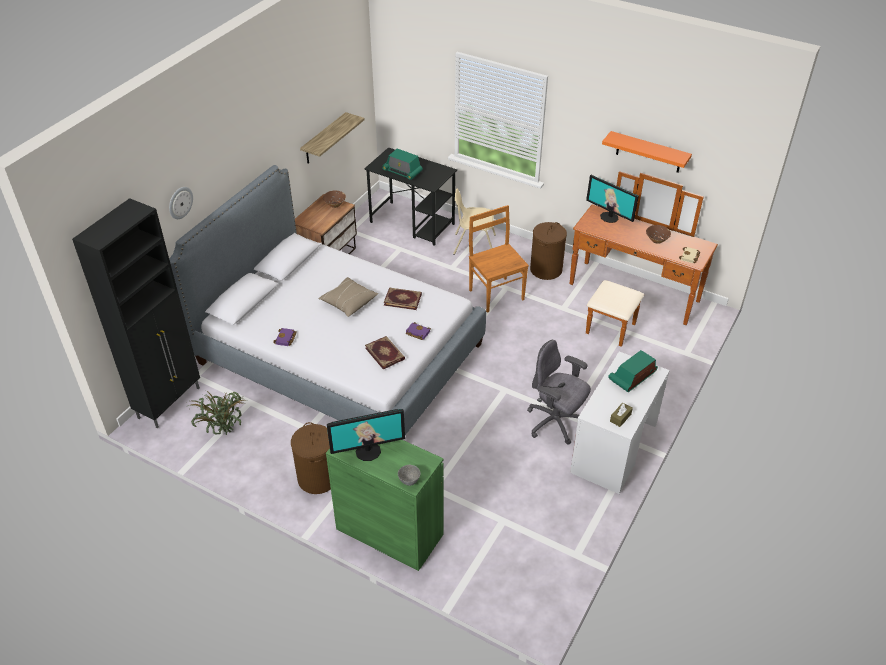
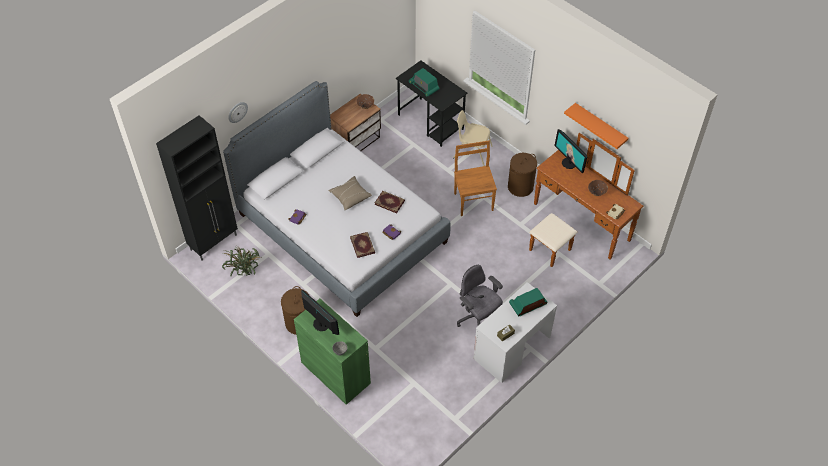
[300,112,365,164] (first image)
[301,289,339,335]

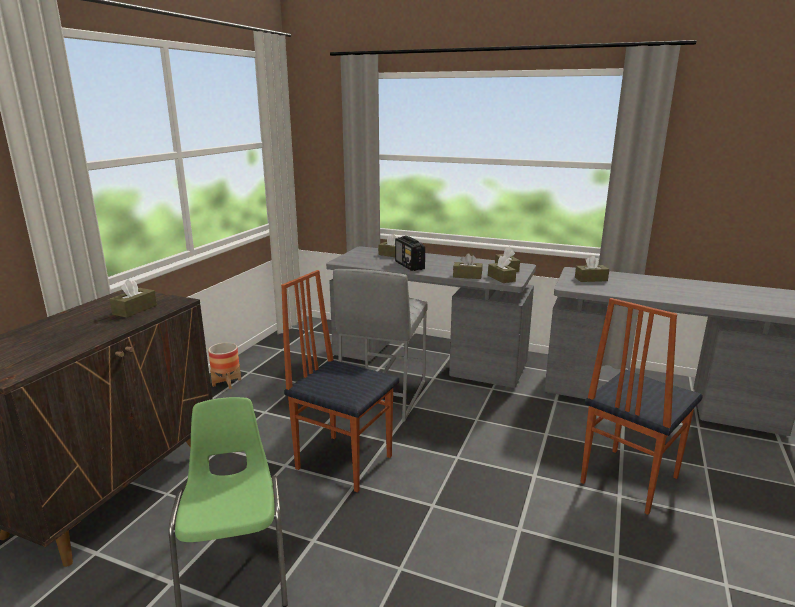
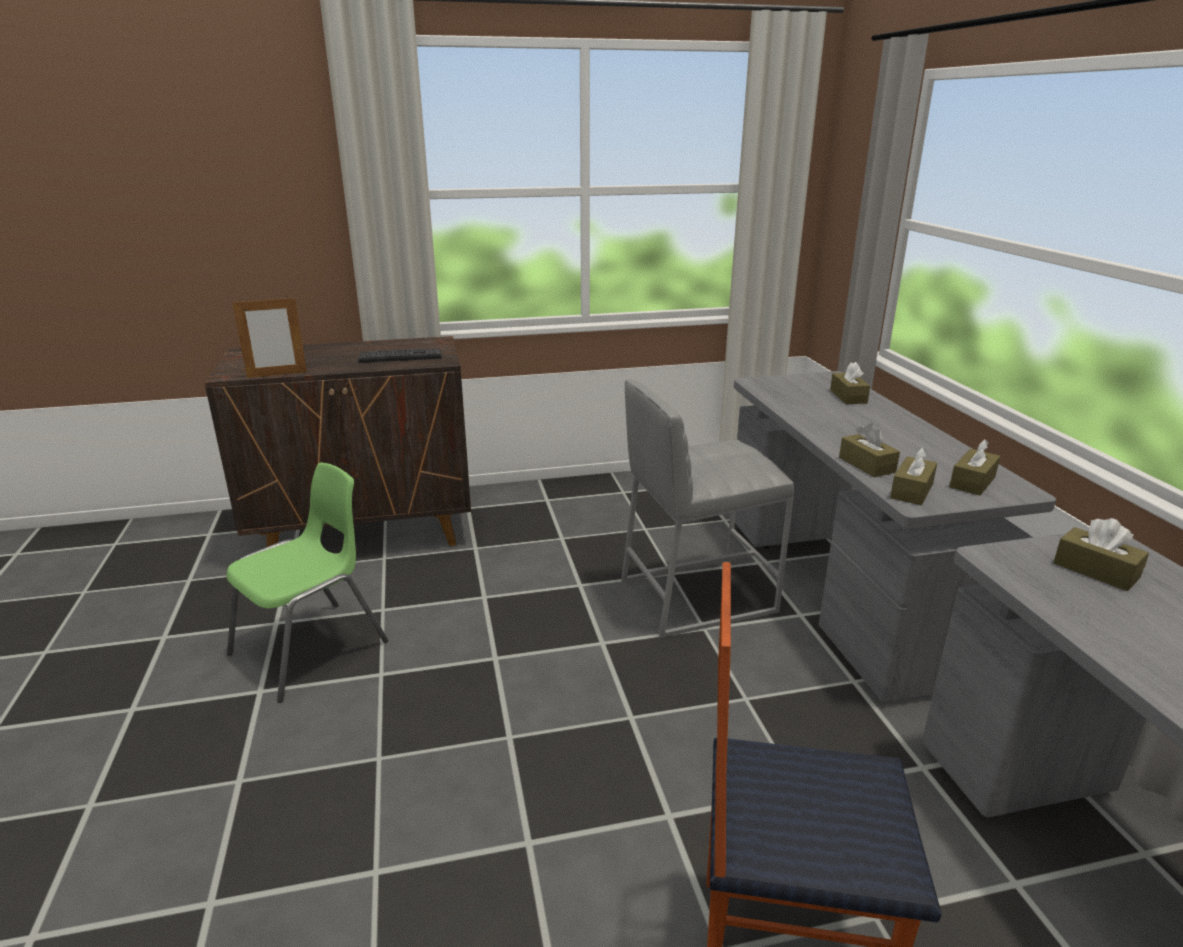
[395,236,425,271] (first image)
[281,270,399,493] (first image)
[358,348,442,363]
[208,342,241,389] (first image)
[232,297,307,378]

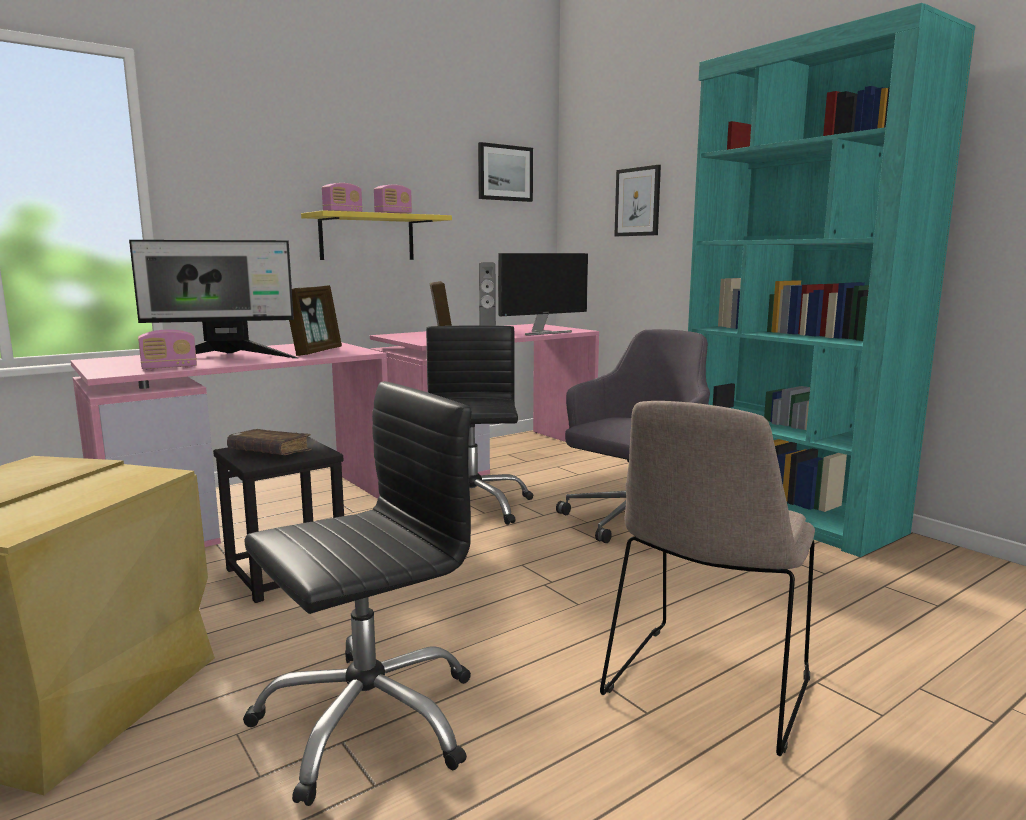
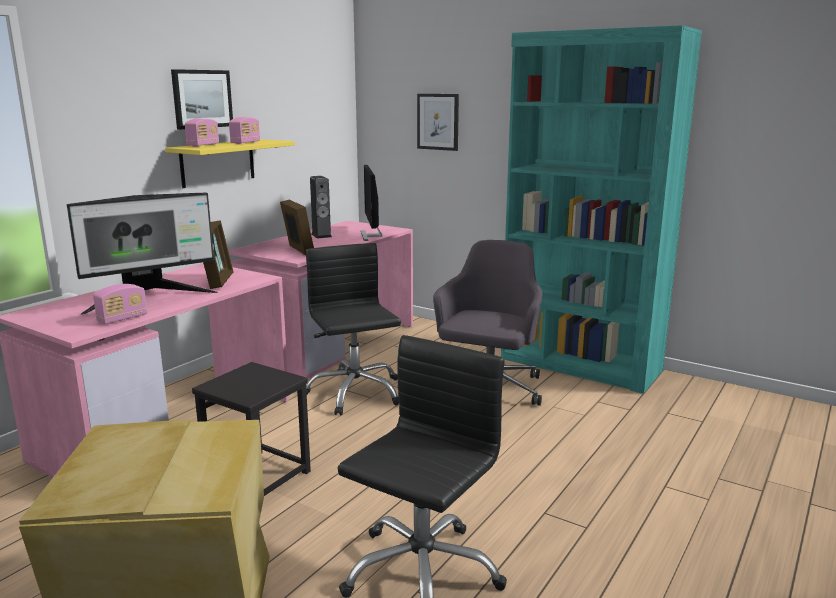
[171,69,233,130]
[361,165,382,241]
[600,401,815,756] (first image)
[227,429,312,455] (first image)

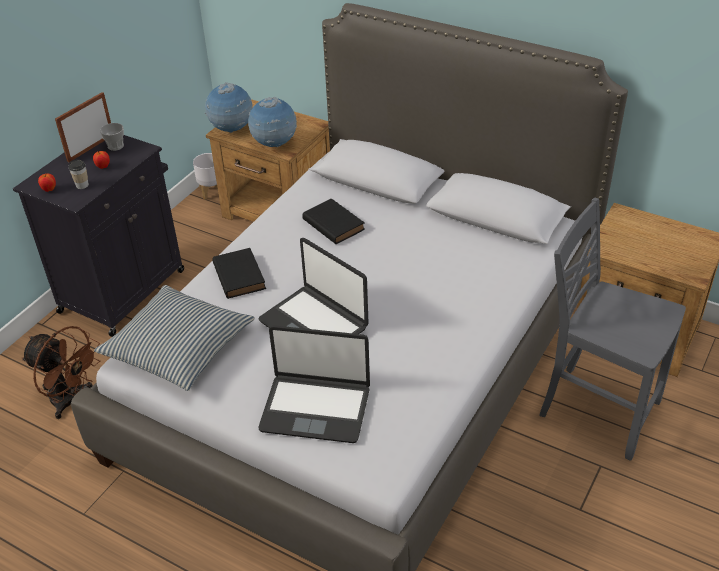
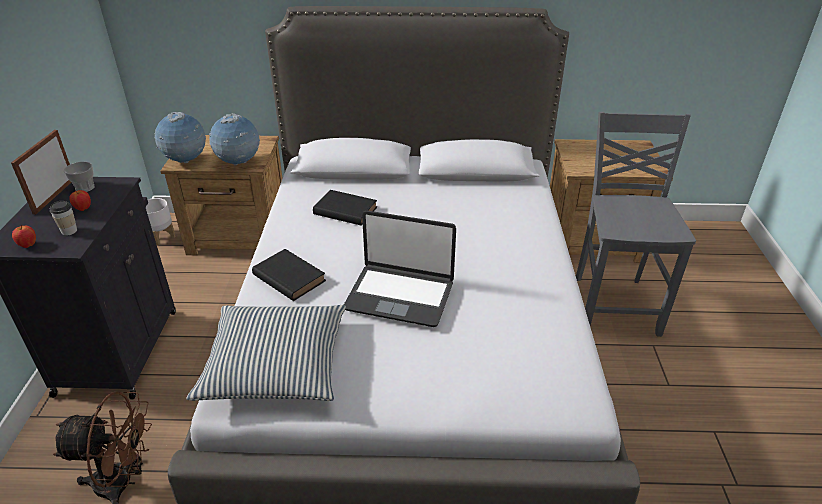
[576,112,696,337]
[259,325,370,443] (first image)

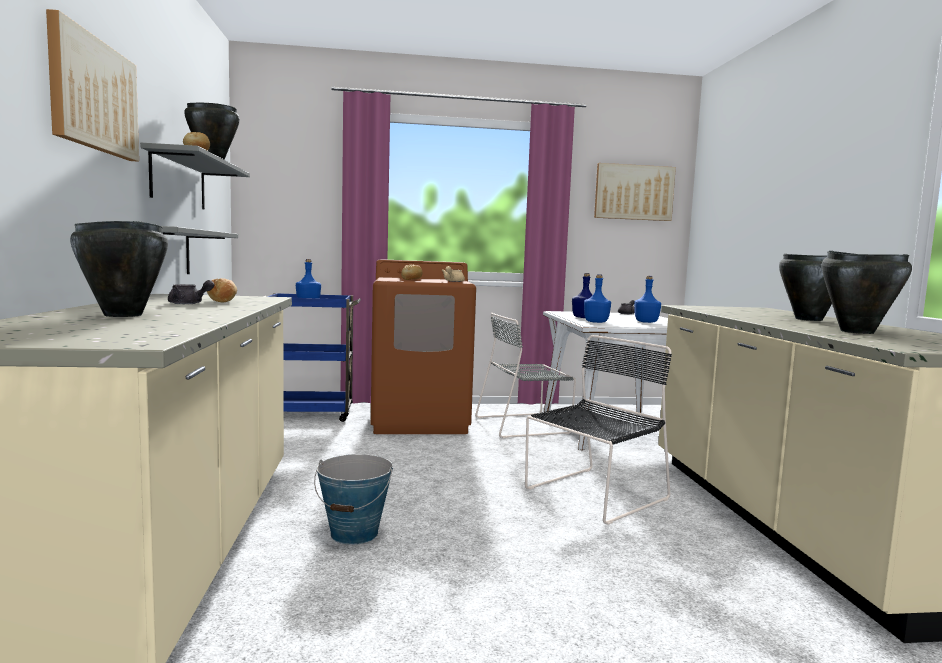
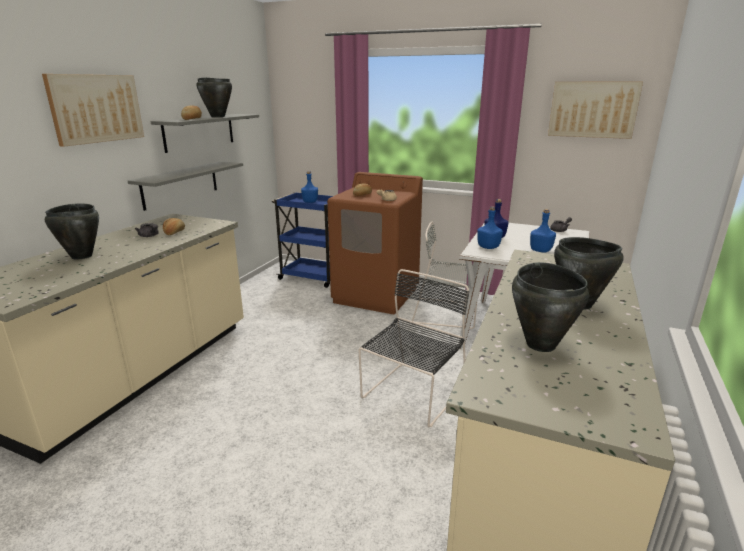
[358,269,469,427]
[314,454,393,545] (first image)

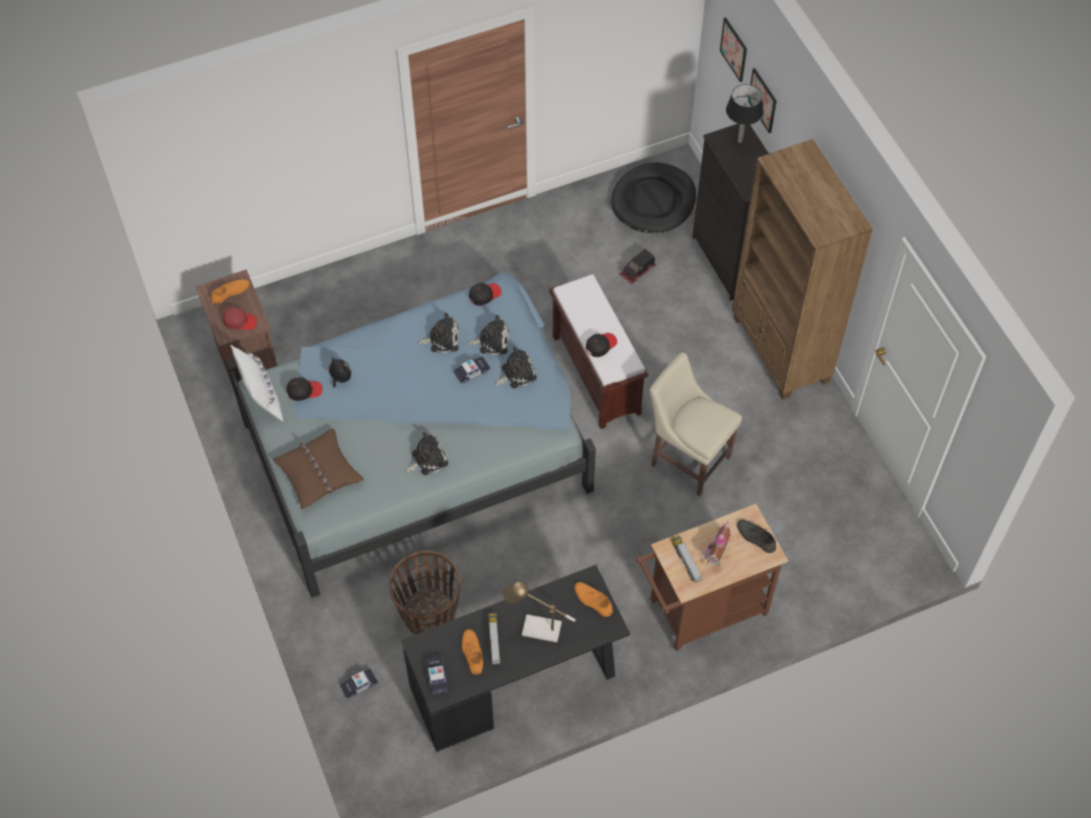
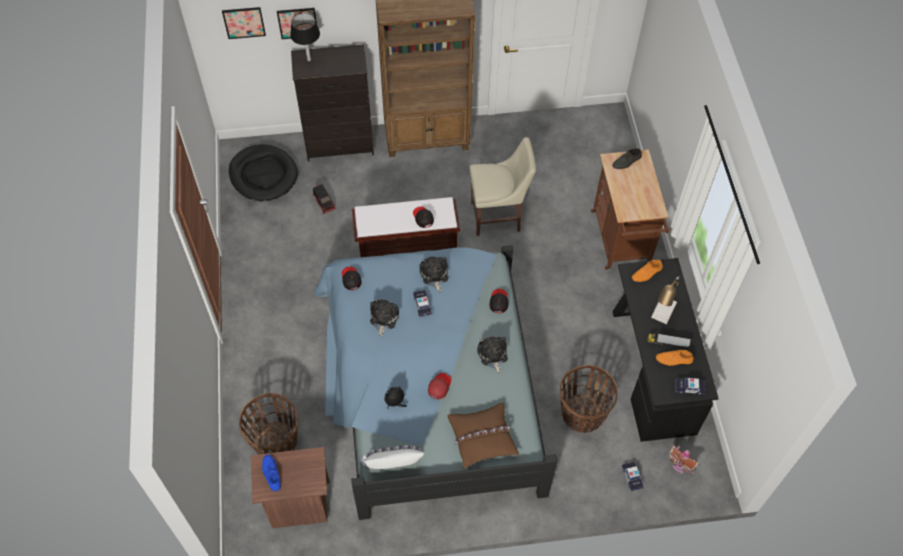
[262,455,281,492]
[428,373,451,399]
[467,315,509,356] (first image)
[469,137,536,236]
[490,289,508,313]
[669,444,701,474]
[672,535,702,583] (first image)
[239,393,298,454]

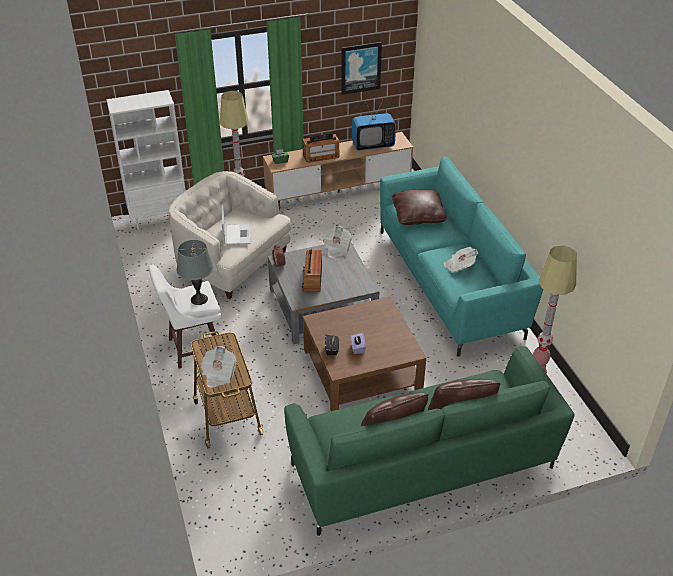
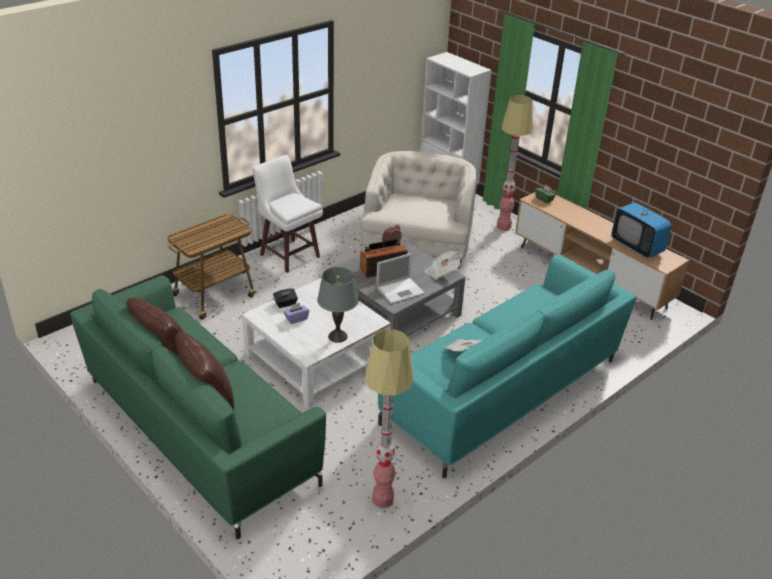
[341,42,382,95] (first image)
[303,133,339,163] (first image)
[392,190,447,225] (first image)
[376,253,425,304]
[317,267,359,343]
[242,278,391,409]
[201,346,237,388] (first image)

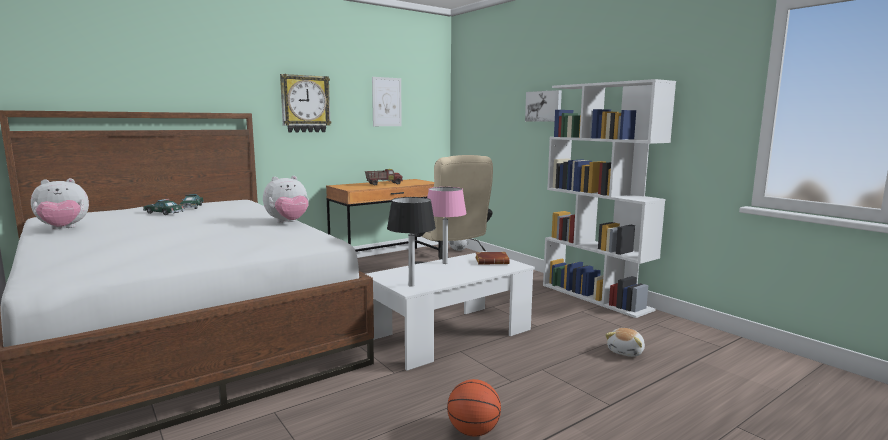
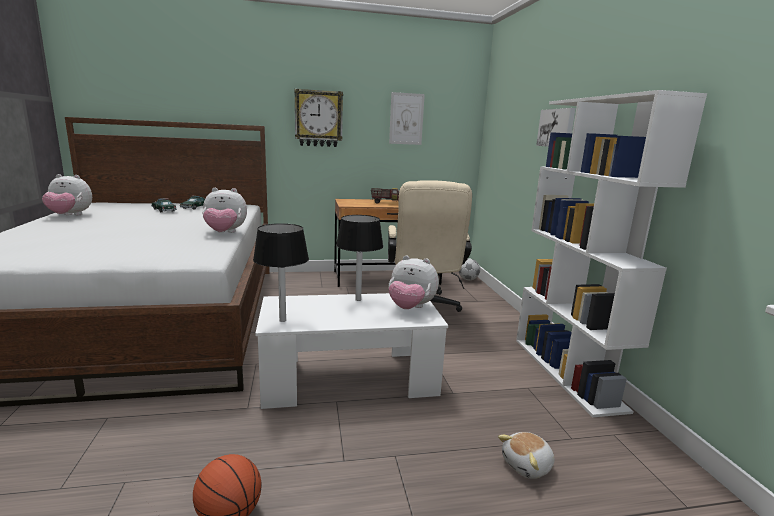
[336,215,383,301]
[388,255,439,309]

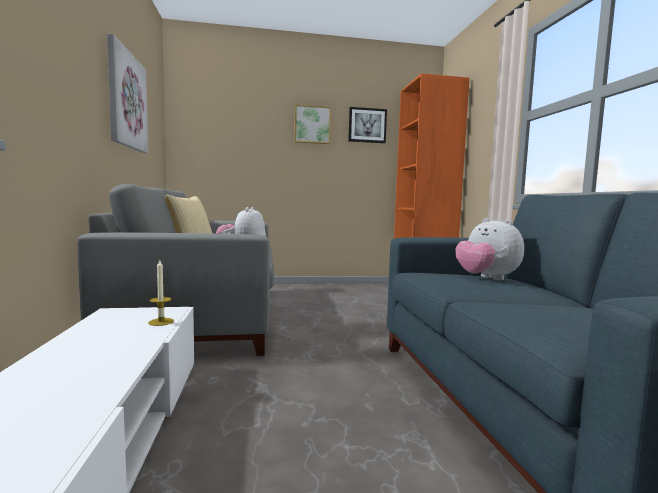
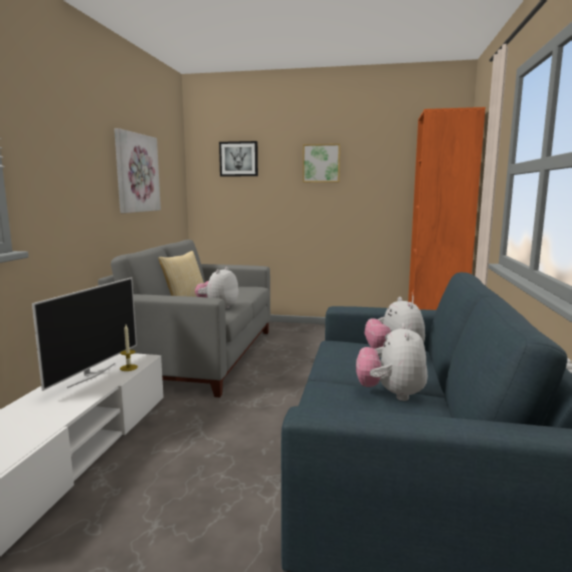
[219,141,258,177]
[32,277,137,391]
[356,323,428,401]

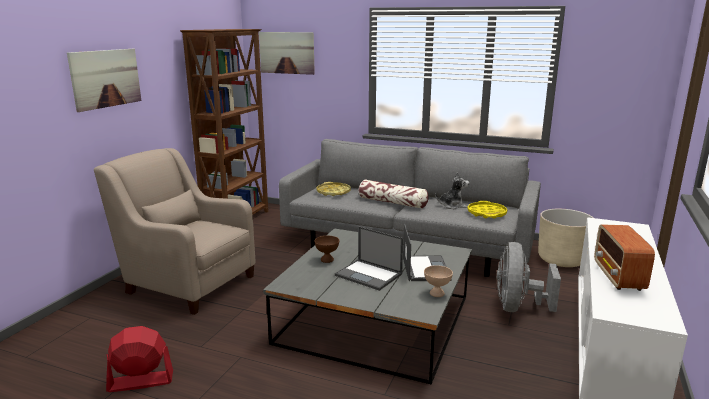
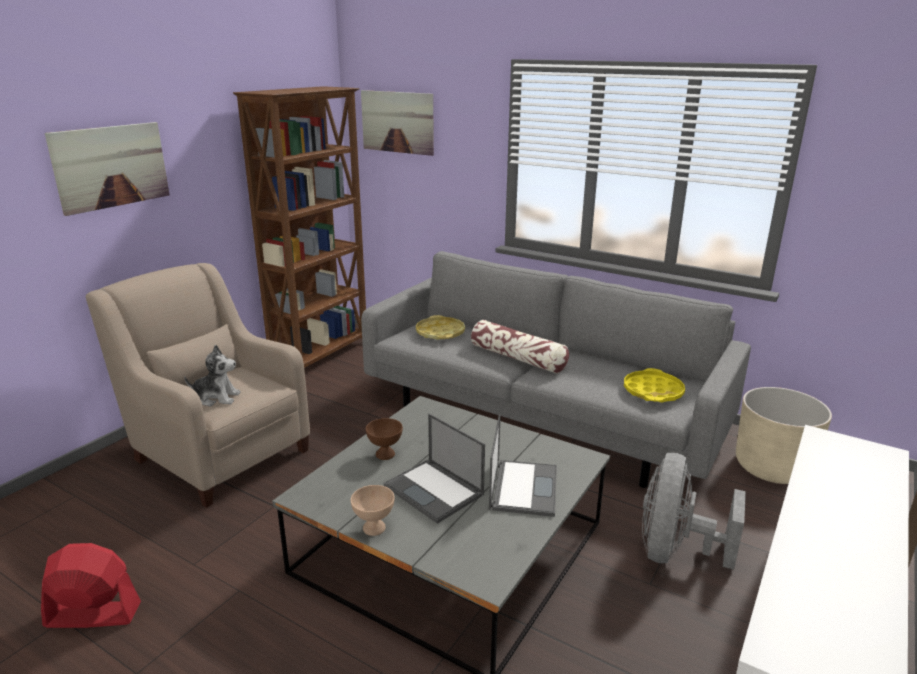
[184,345,241,406]
[594,224,655,291] (first image)
[351,485,395,536]

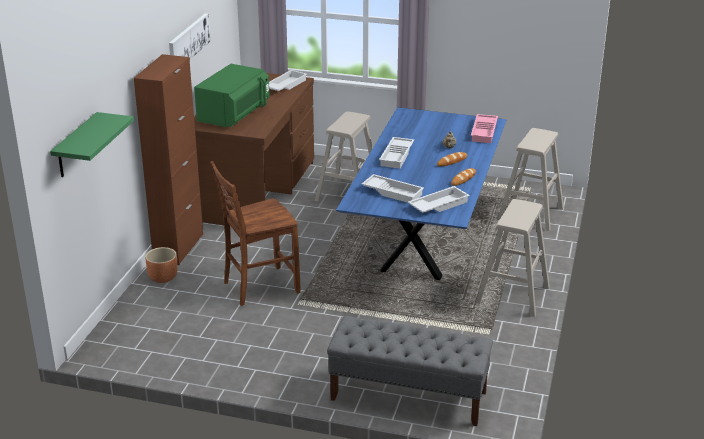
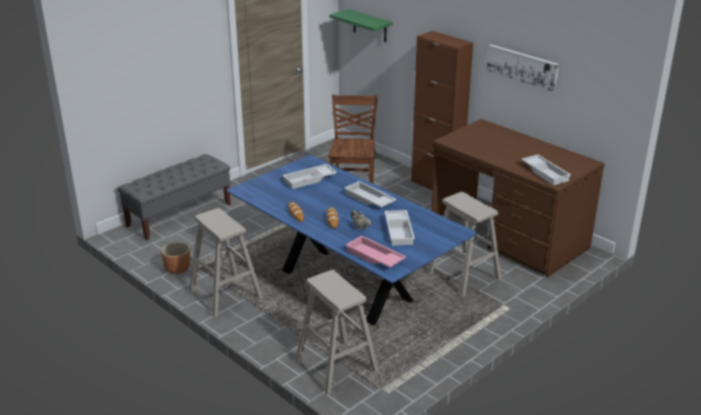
[194,64,270,127] (first image)
[384,210,415,246]
[161,242,191,274]

